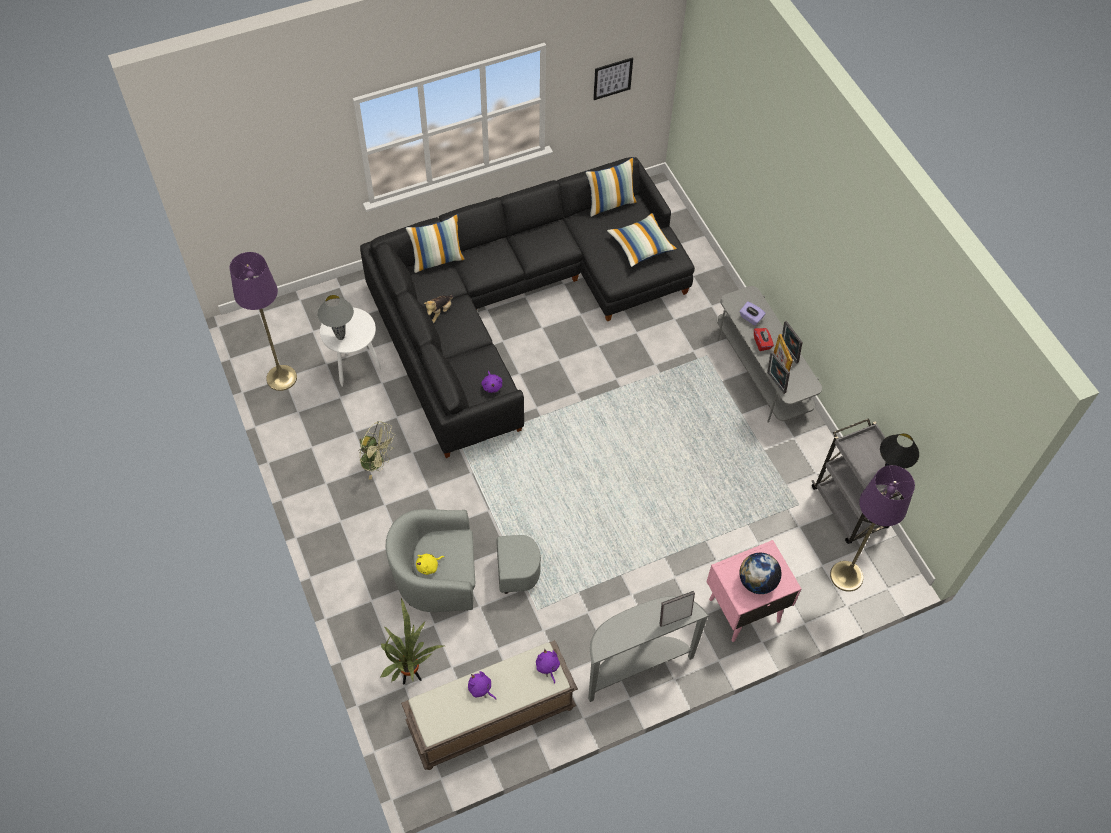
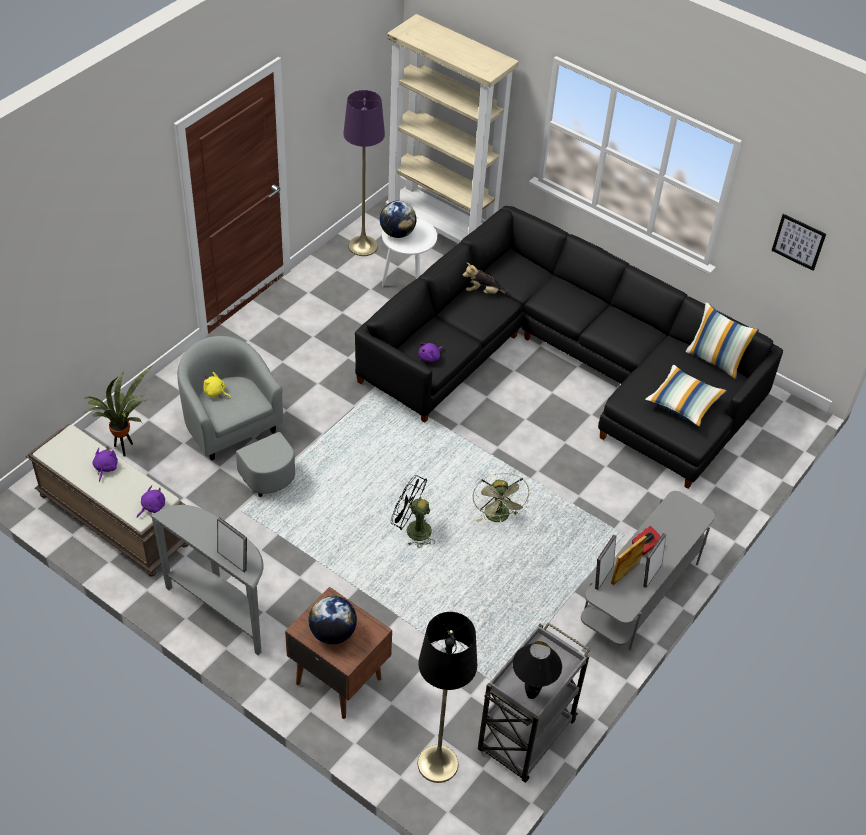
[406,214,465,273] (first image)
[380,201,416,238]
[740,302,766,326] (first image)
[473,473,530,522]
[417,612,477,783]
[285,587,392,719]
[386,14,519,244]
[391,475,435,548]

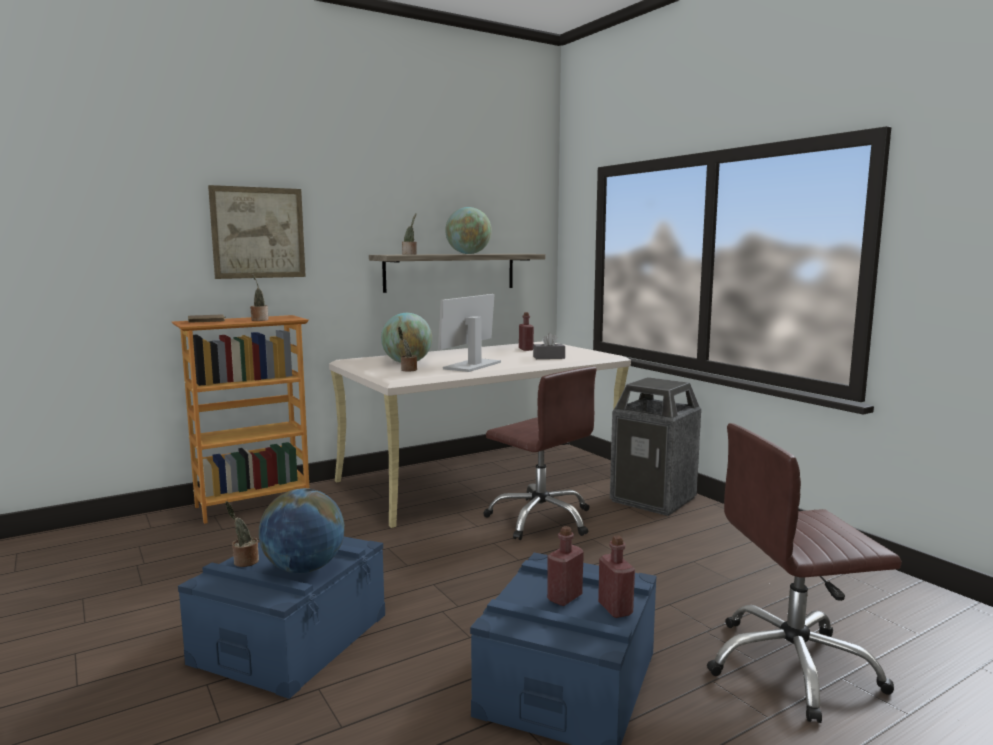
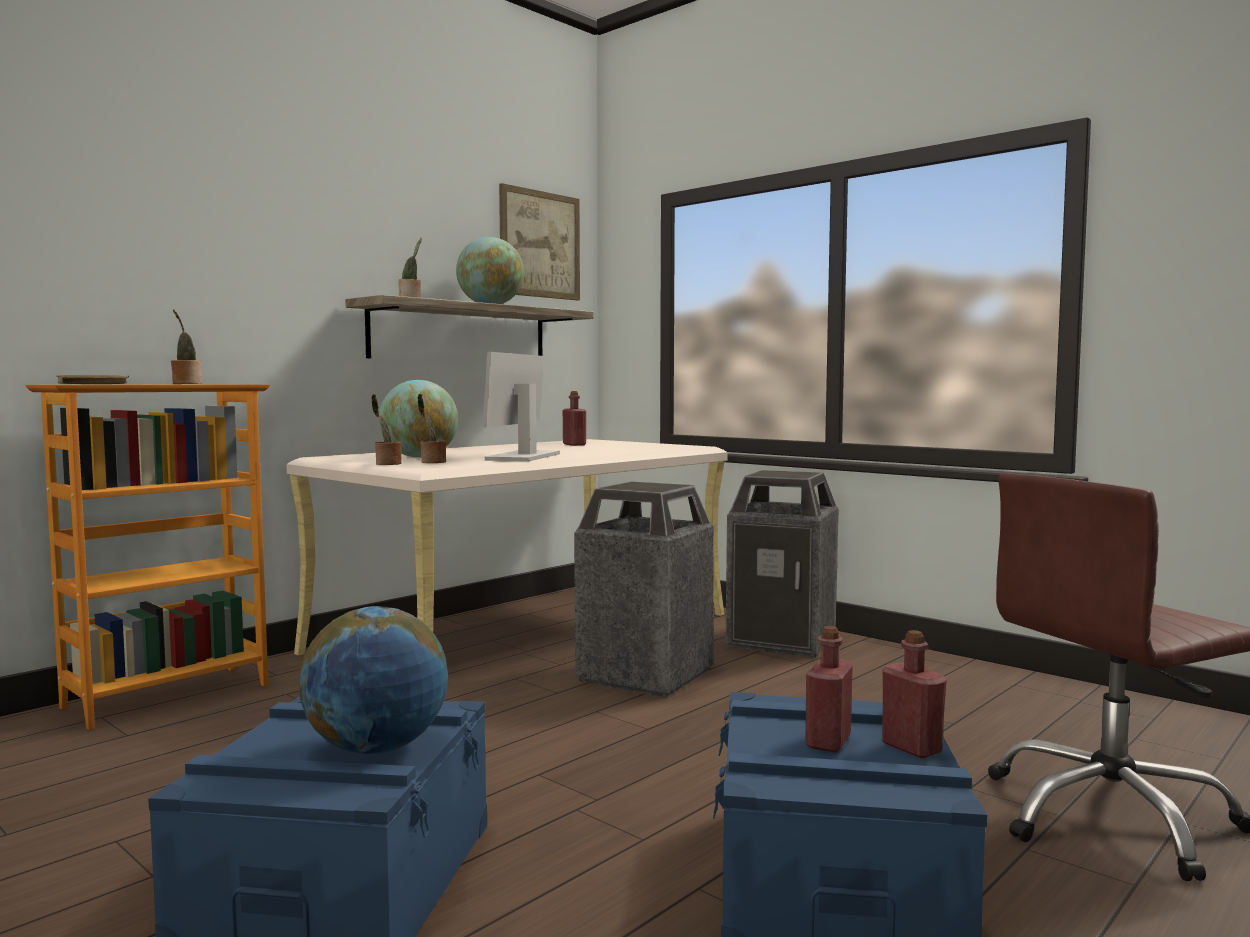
[499,183,580,300]
[533,333,565,359] (first image)
[574,482,714,698]
[371,394,402,465]

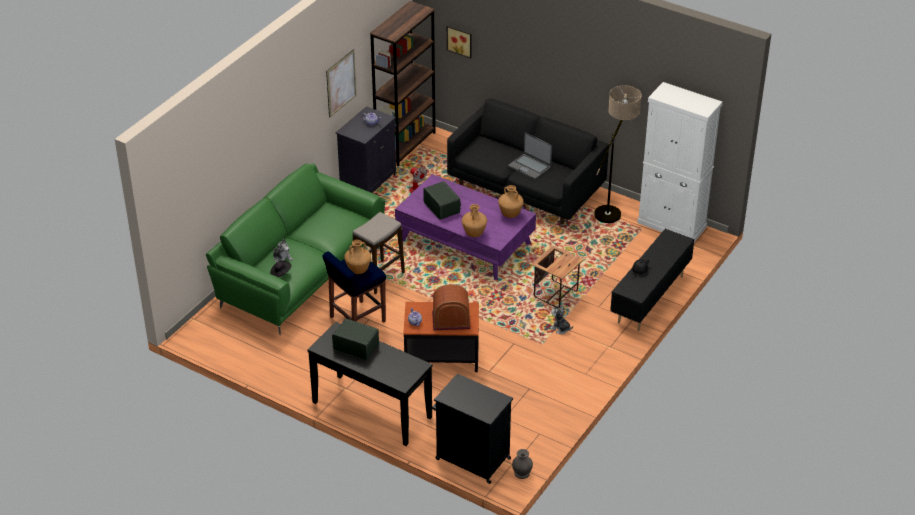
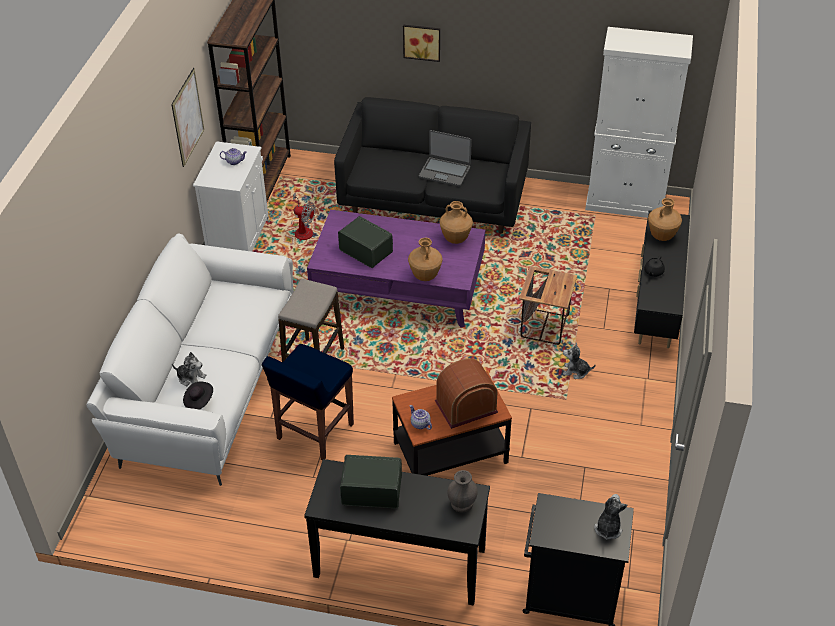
[403,25,440,62]
[594,86,642,223] (first image)
[193,141,269,252]
[87,234,294,486]
[648,198,682,241]
[447,470,478,512]
[594,494,627,540]

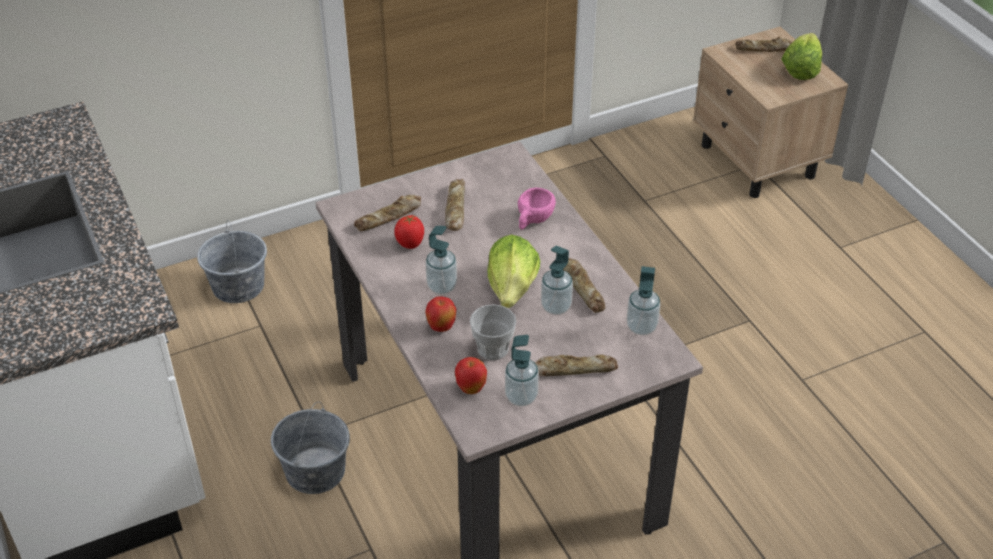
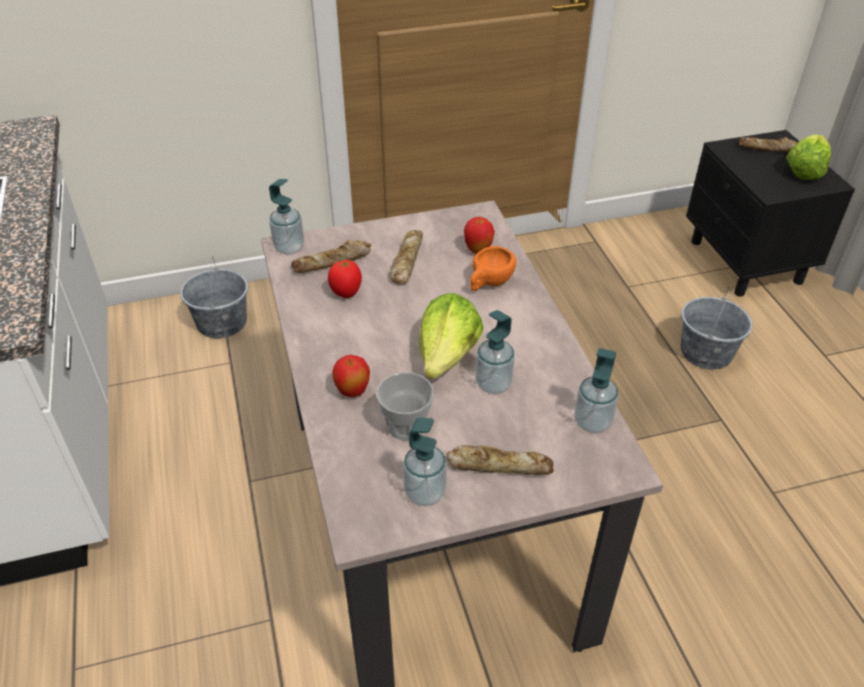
[686,130,855,297]
[470,246,516,291]
[269,179,304,255]
[563,258,605,313] (first image)
[464,217,495,254]
[681,287,753,369]

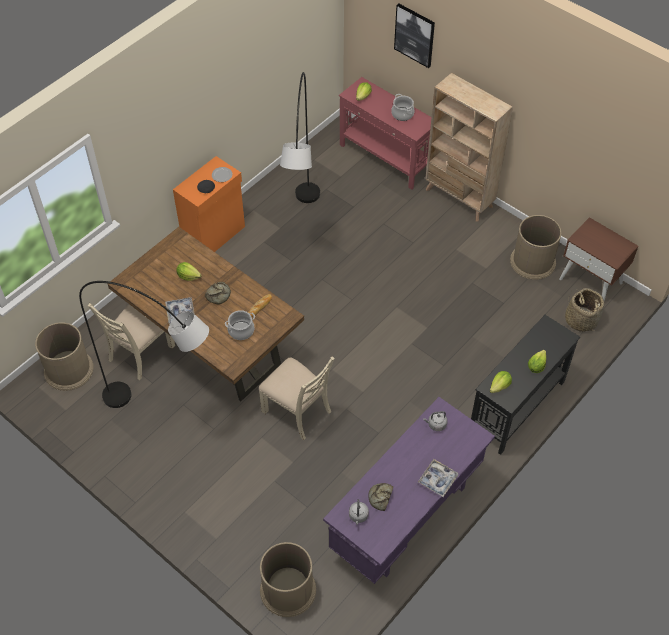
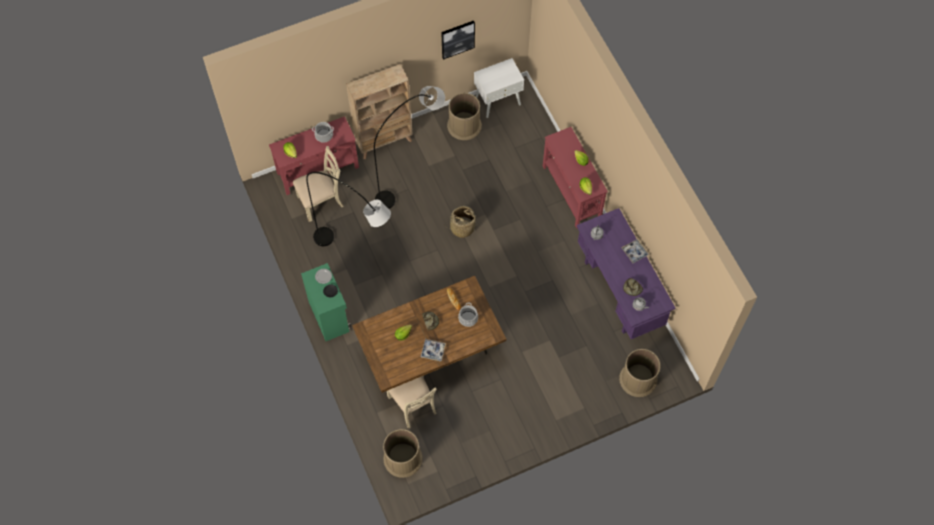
[441,21,475,60]
[301,263,351,341]
[474,58,524,118]
[374,86,445,209]
[448,206,479,238]
[543,127,608,228]
[293,146,344,222]

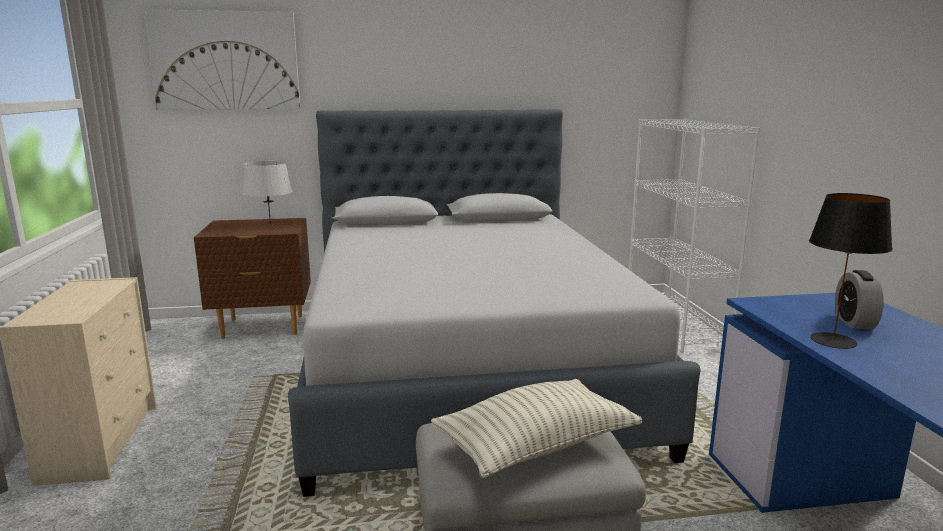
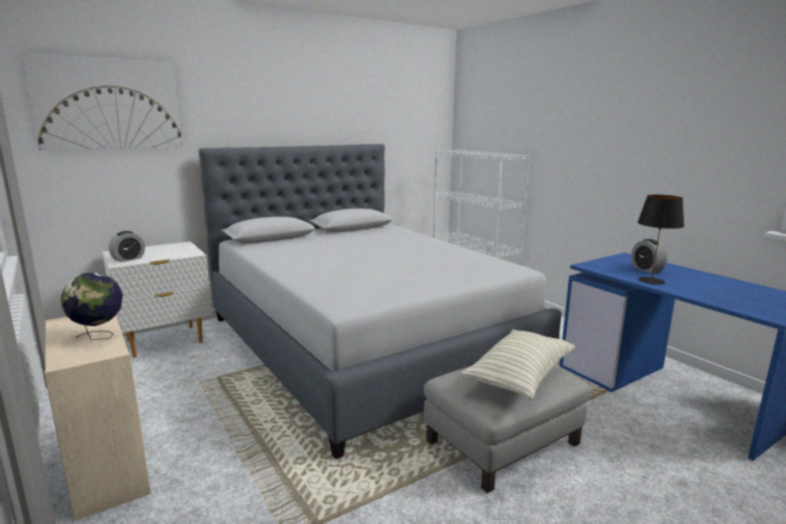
[242,161,293,224] (first image)
[102,241,212,358]
[109,231,145,262]
[61,273,123,340]

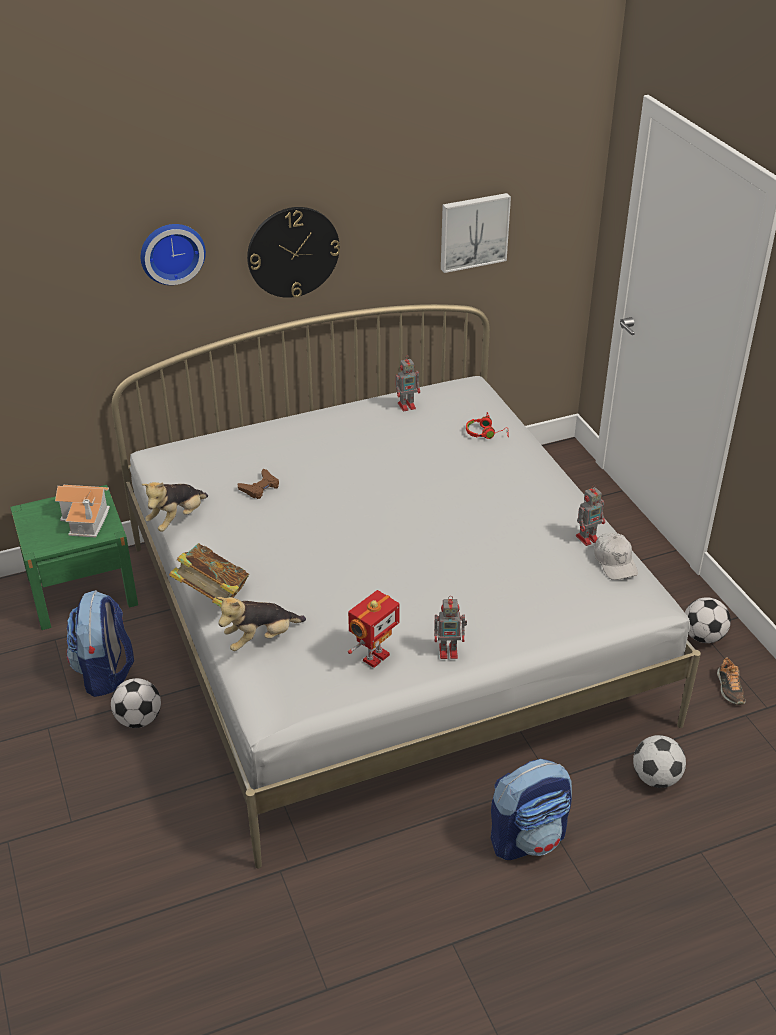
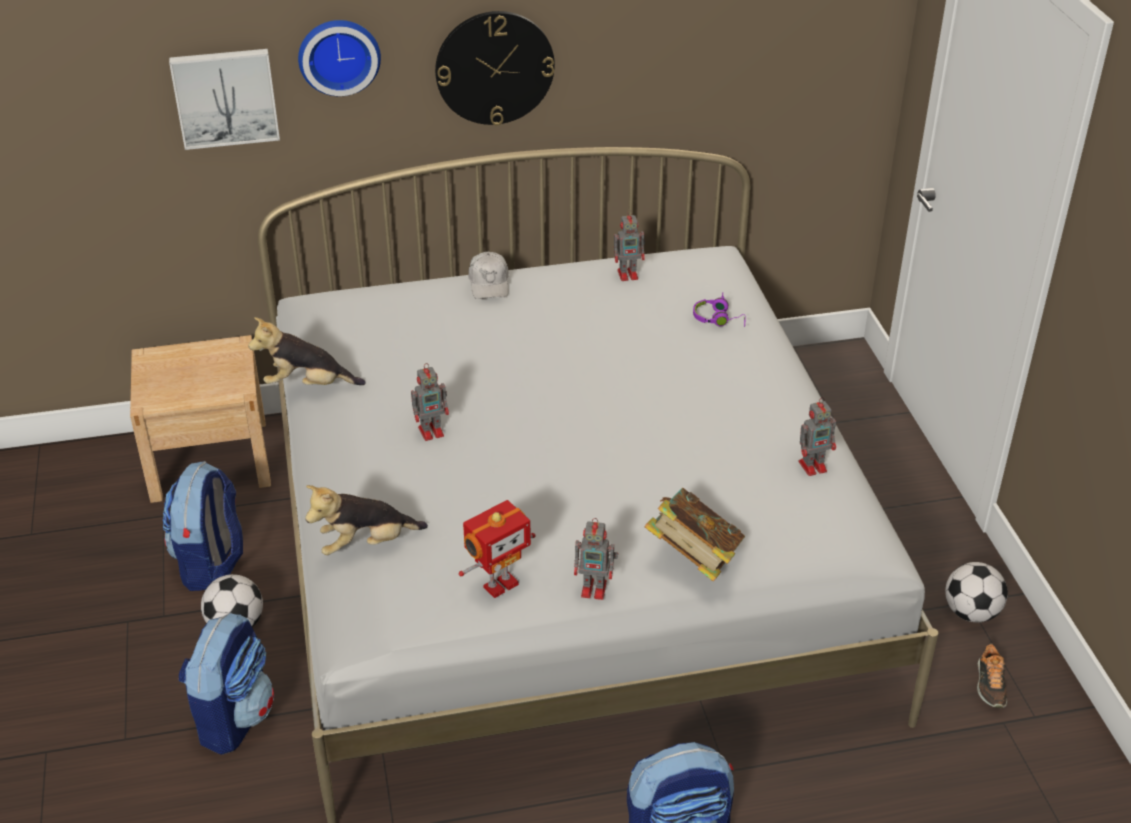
[169,49,280,150]
[693,292,746,327]
[237,469,279,499] (first image)
[248,317,365,385]
[130,335,271,503]
[55,485,110,538] (first image)
[468,252,509,299]
[644,488,745,582]
[633,735,686,788] (first image)
[411,363,449,441]
[178,613,274,755]

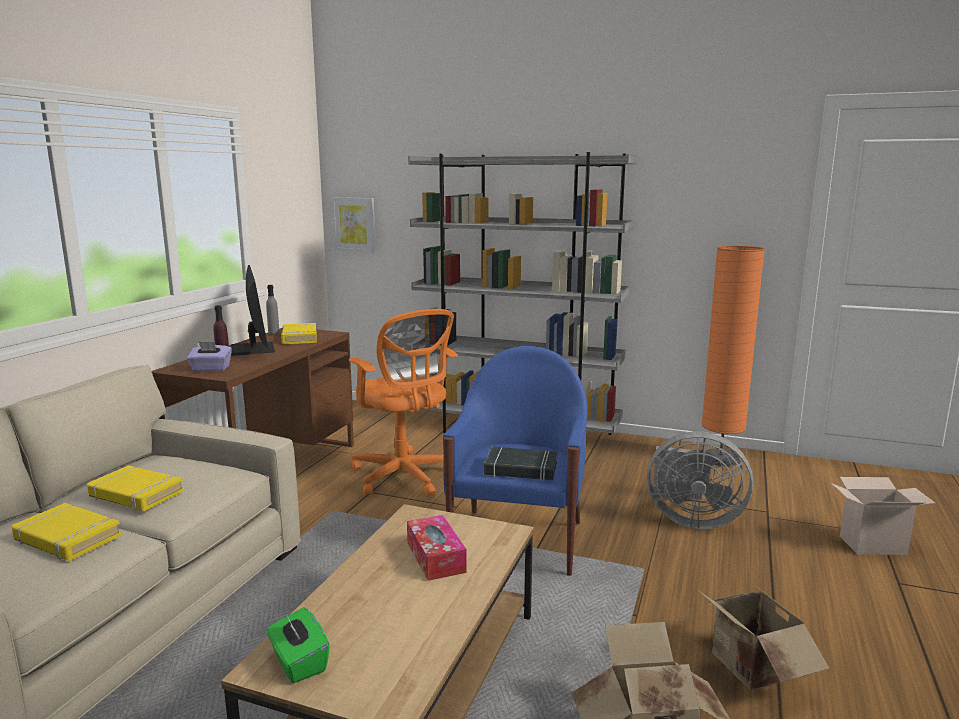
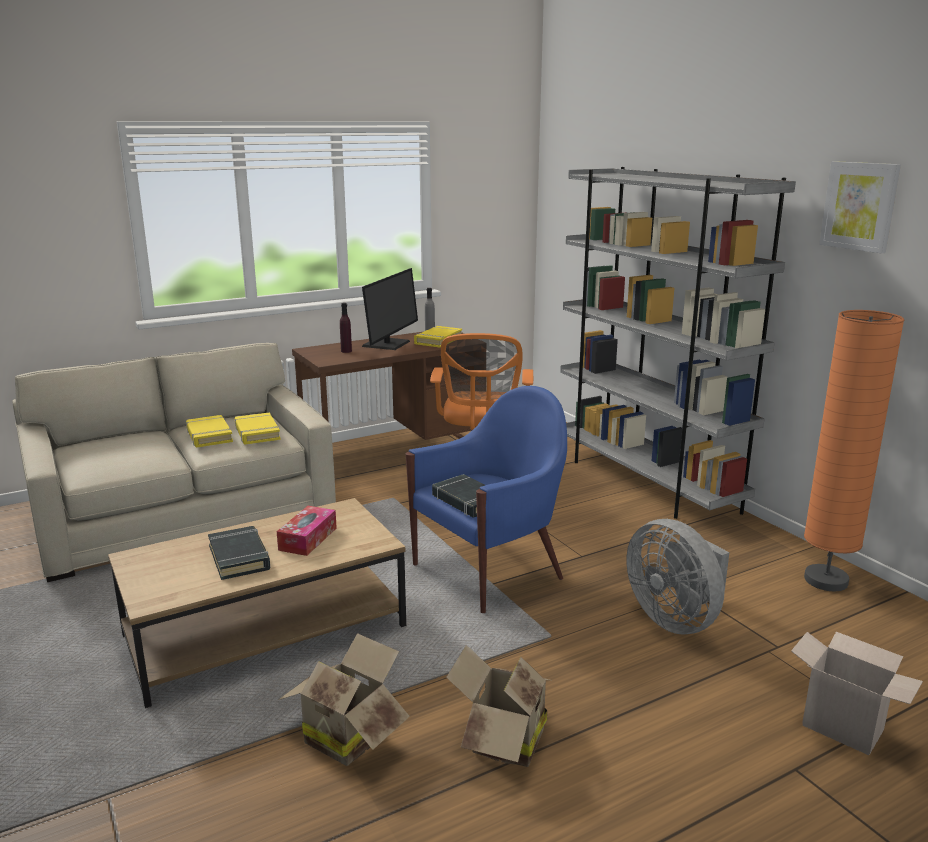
[819,161,901,253]
[187,342,232,372] (first image)
[235,413,281,444]
[267,607,330,683] (first image)
[208,526,270,580]

